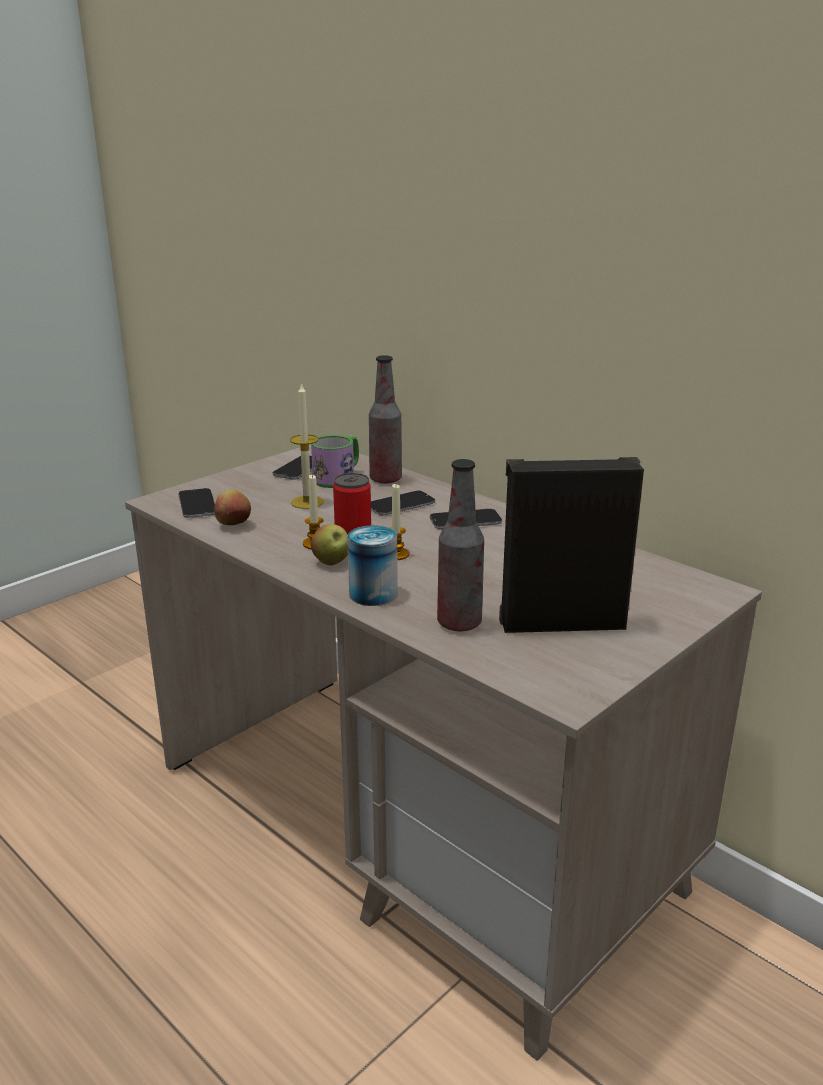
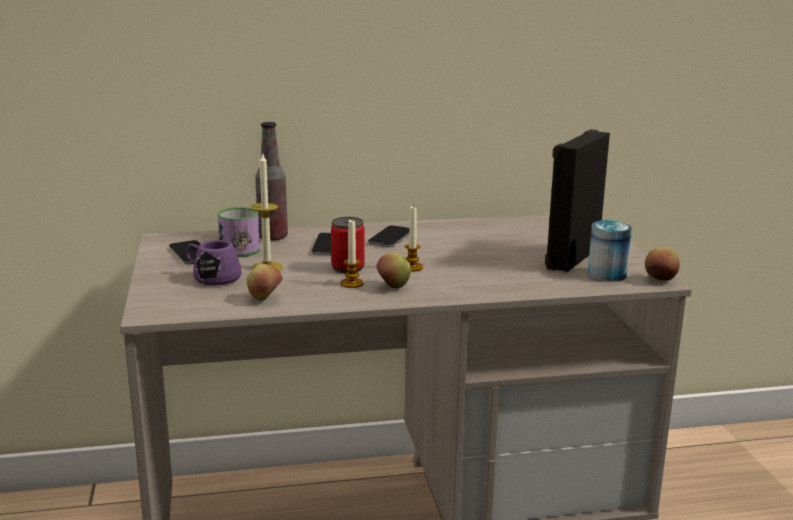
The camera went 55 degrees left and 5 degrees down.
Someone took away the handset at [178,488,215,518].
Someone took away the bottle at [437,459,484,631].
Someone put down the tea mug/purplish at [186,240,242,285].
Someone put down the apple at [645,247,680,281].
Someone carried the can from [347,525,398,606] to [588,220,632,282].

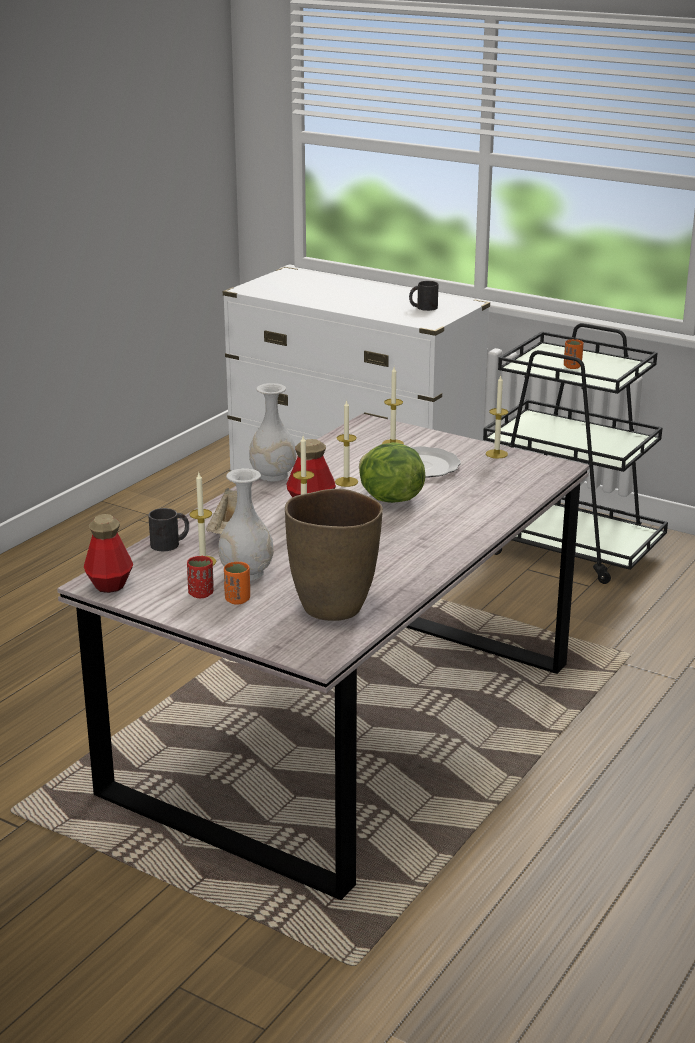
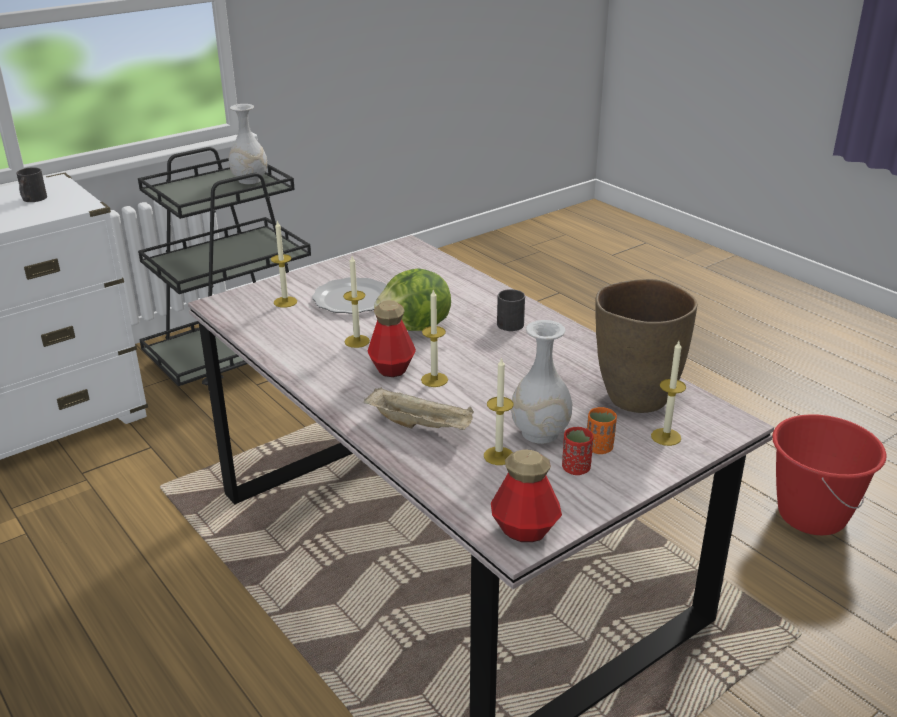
The camera went 70 degrees left and 5 degrees up.
Someone took away the cup/orange at [564,339,583,369].
Someone put down the water bucket/reddish at [772,414,887,535].
Someone carried the tea mug/black-coloured from [148,508,189,551] to [497,289,525,331].
Someone carried the vase/whitish from [249,383,297,482] to [229,104,268,184].
Someone carried the candle from [486,376,508,459] to [651,341,686,446].

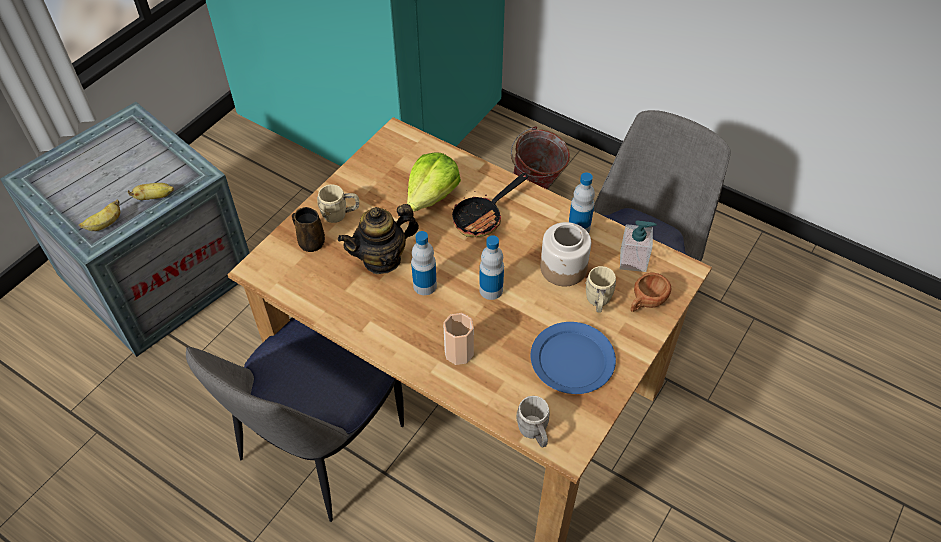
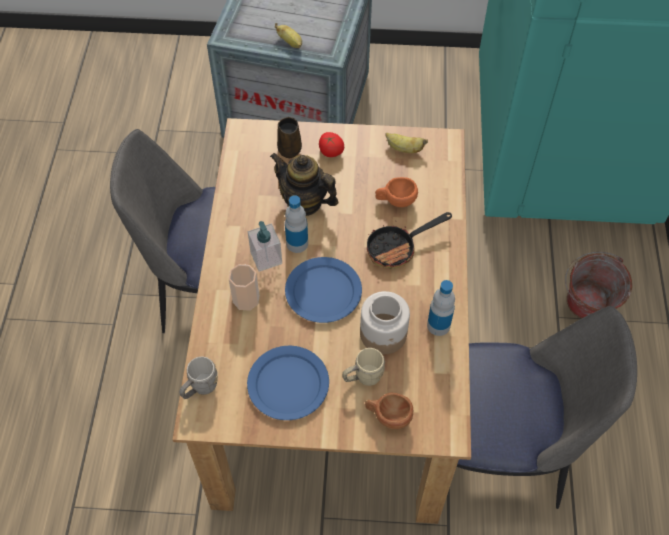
The camera went 60 degrees right and 5 degrees up.
Someone carried the banana from [79,199,120,231] to [385,132,428,153].
Someone carried the soap dispenser from [620,220,657,272] to [248,221,282,272].
Someone swapped the tea mug/beige-coloured at [317,184,359,223] for the whole tomato at [319,132,344,157].
Someone swapped the lettuce at [407,152,461,212] for the cup/orange at [375,177,418,207].
Someone swapped the bottle at [479,235,504,300] for the plate/blue at [285,257,362,323].
Someone rotated the pan at [452,173,528,237] by 45 degrees counterclockwise.

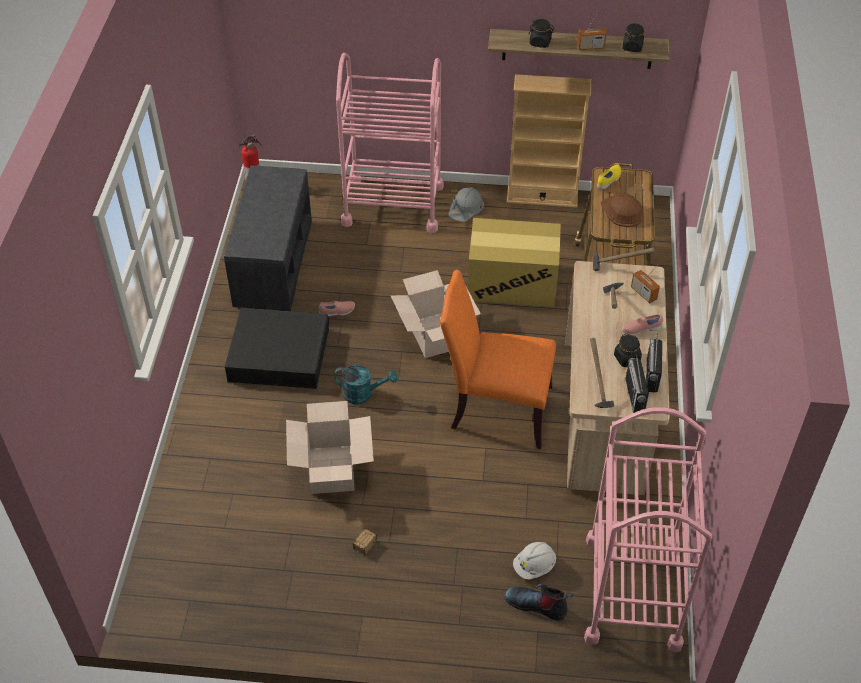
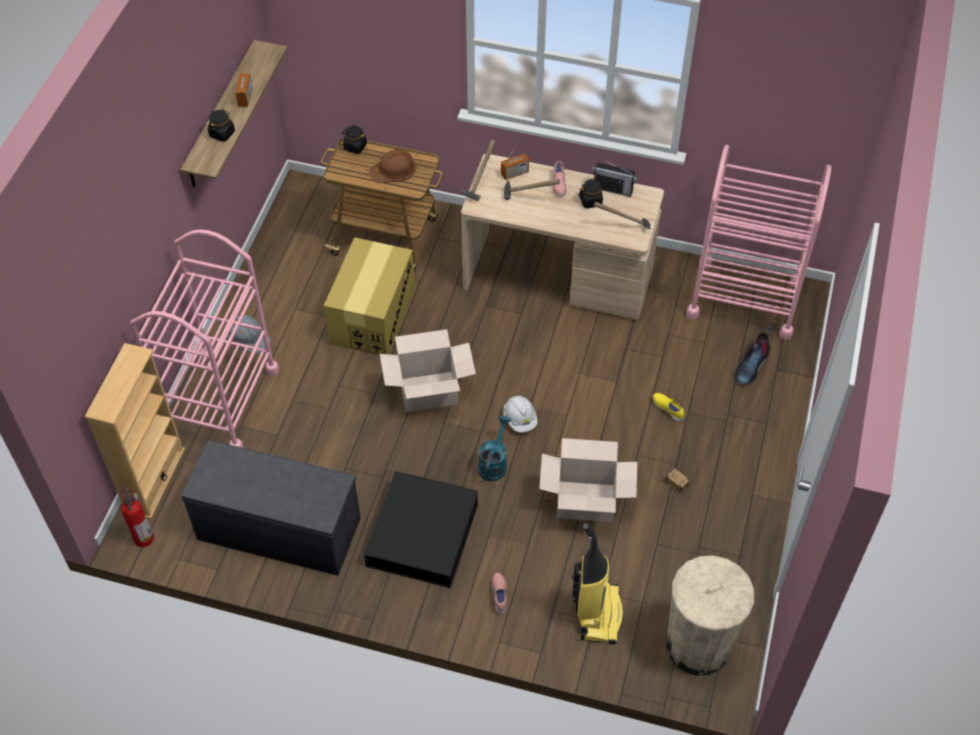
The camera went 80 degrees left and 5 degrees up.
Someone took away the upright chair/orange at [440,270,556,449].
Someone took away the radio receiver at [625,354,649,413].
Someone put down the vacuum cleaner at [572,523,624,644].
Someone put down the rubbish bin/beige-coloured at [666,555,754,676].
Someone carried the item of footwear/pinkish from [318,301,355,316] to [492,573,507,614].
Someone carried the shelving unit/beige-coloured from [507,74,591,208] to [84,343,185,519].
Someone carried the work helmet/whitish from [513,542,556,580] to [503,395,538,433].
Someone carried the item of footwear/yellowish from [597,164,621,190] to [653,393,684,421].
Someone carried the storage jar/black-coloured from [622,23,644,52] to [342,125,367,154].

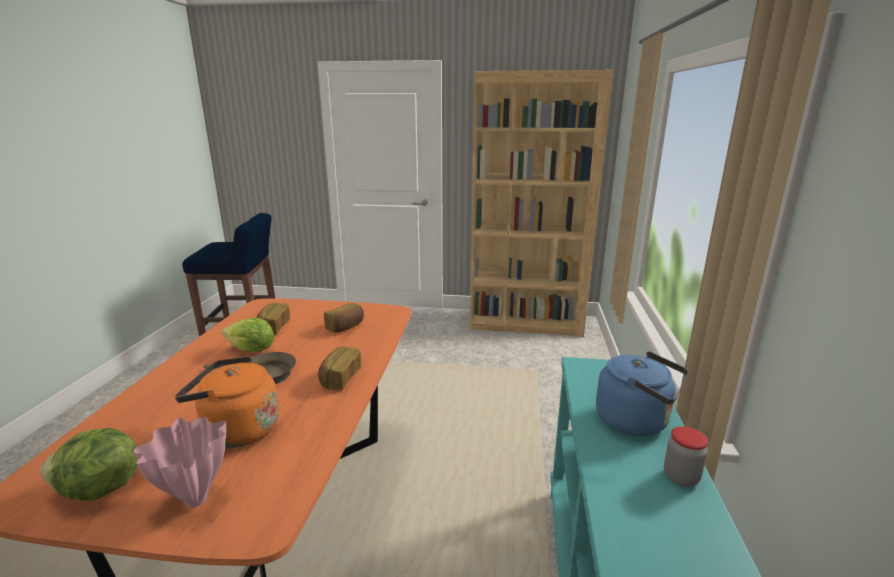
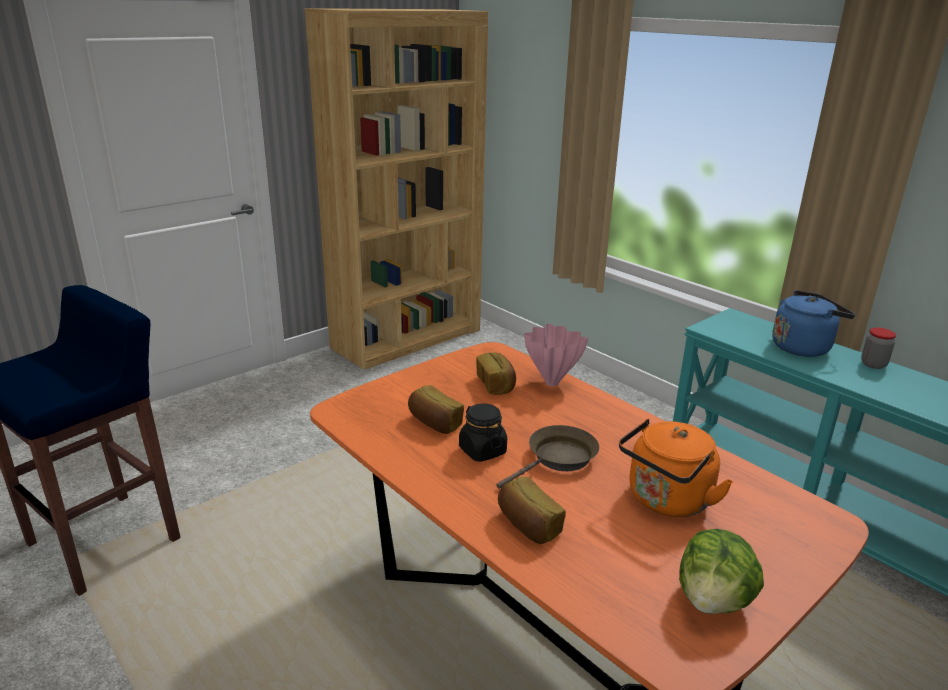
The camera went 50 degrees left and 5 degrees up.
Someone carried the vase/pinkish from [133,417,226,507] to [524,324,588,387].
Someone carried the bakery bread from [318,347,362,390] to [498,477,566,544].
Someone swapped the lettuce at [222,318,274,352] for the storage jar/black-coloured at [459,404,507,462].

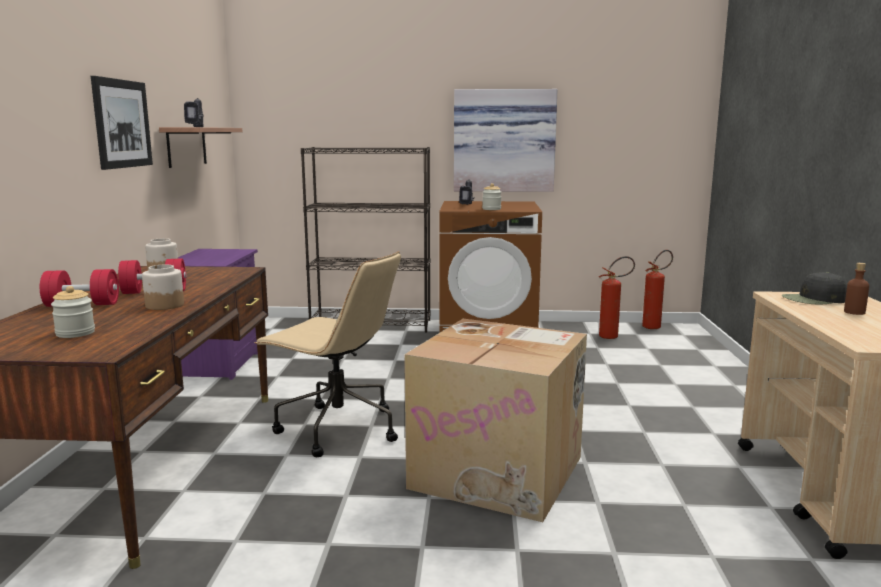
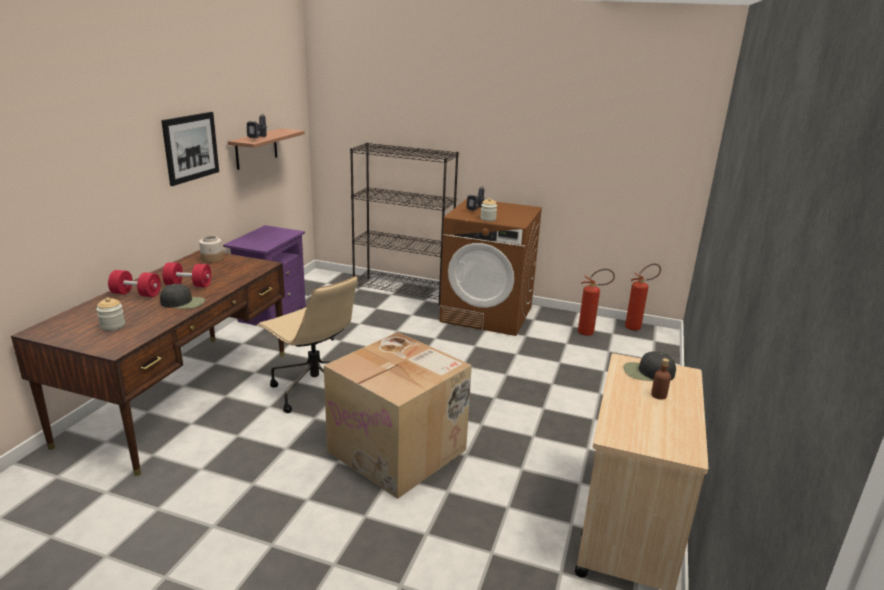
The camera went 15 degrees right and 10 degrees up.
Someone took away the wall picture at [454,89,558,192].
Someone swapped the storage jar at [142,265,184,310] for the baseball cap/black-coloured at [160,284,205,309].

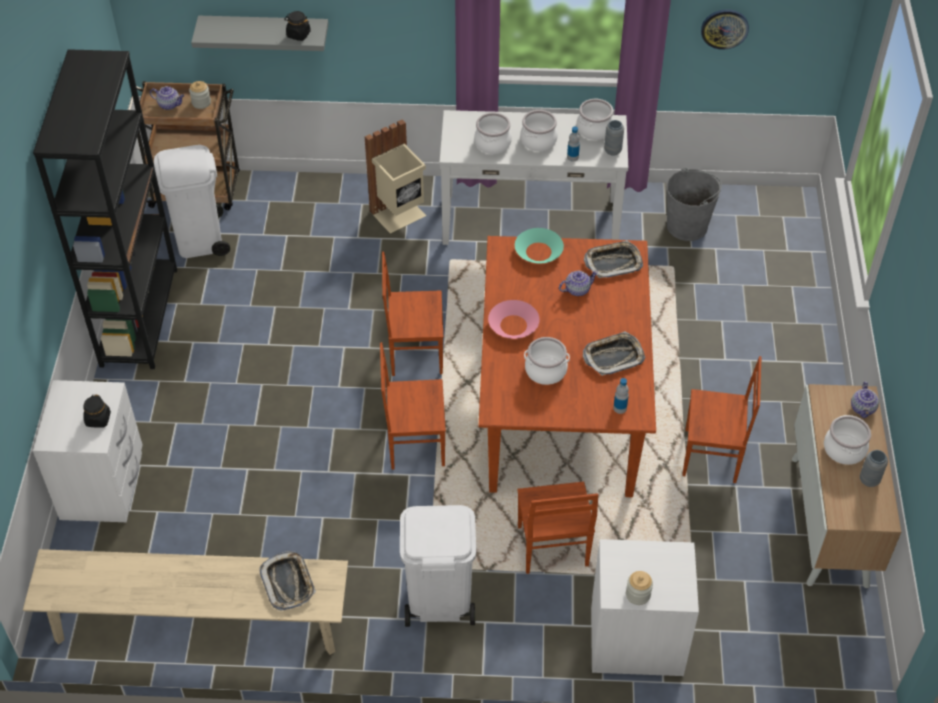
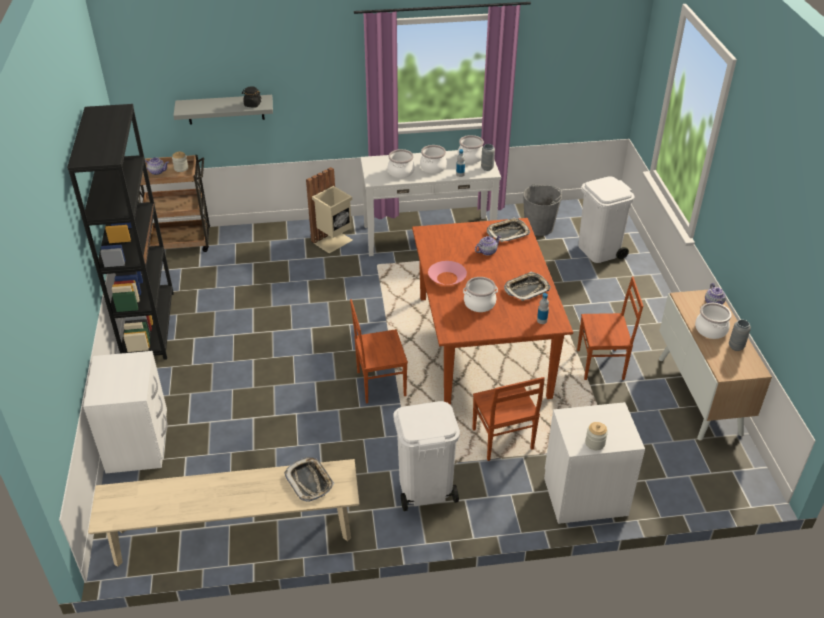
The camera went 10 degrees left and 10 degrees down.
Someone took away the storage jar/black-coloured at [83,395,111,428].
Someone took away the upright chair/brown at [382,252,443,376].
Someone took away the deep dish/turquoise-coloured at [515,228,564,263].
Someone took away the wall clock at [701,9,749,50].
Someone carried the rubbish bin/whitish from [154,145,230,258] to [578,176,635,263].

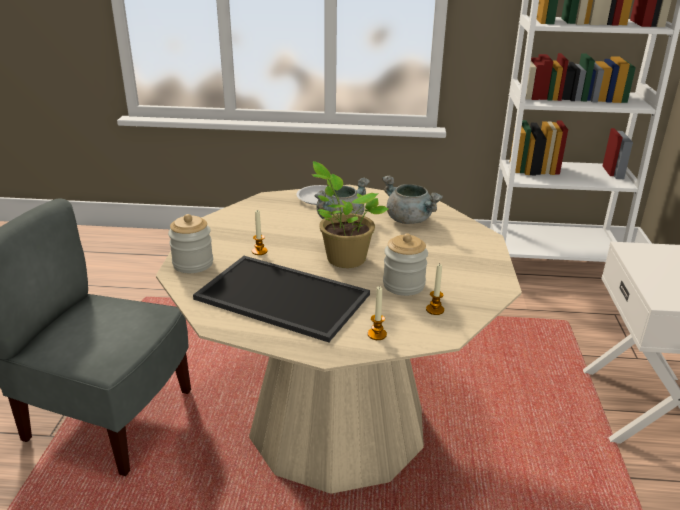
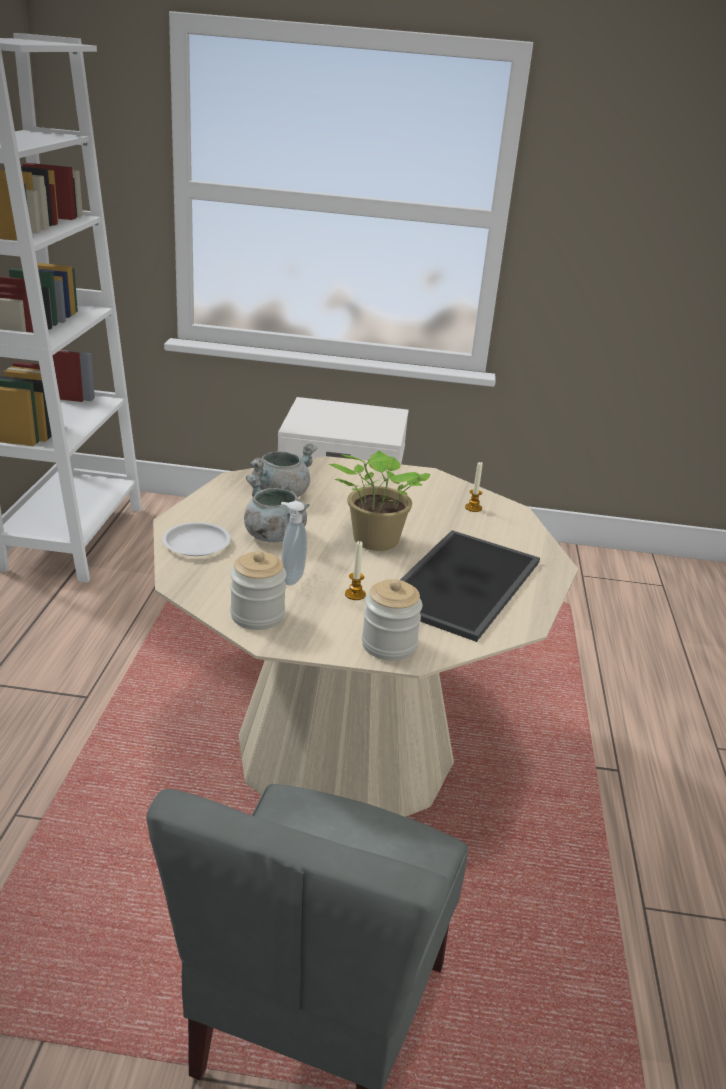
The camera went 90 degrees left and 0 degrees up.
Someone took away the candle at [368,286,387,340].
Someone put down the soap dispenser at [281,501,307,586].
Someone carried the storage jar from [383,234,428,296] to [230,551,287,630].

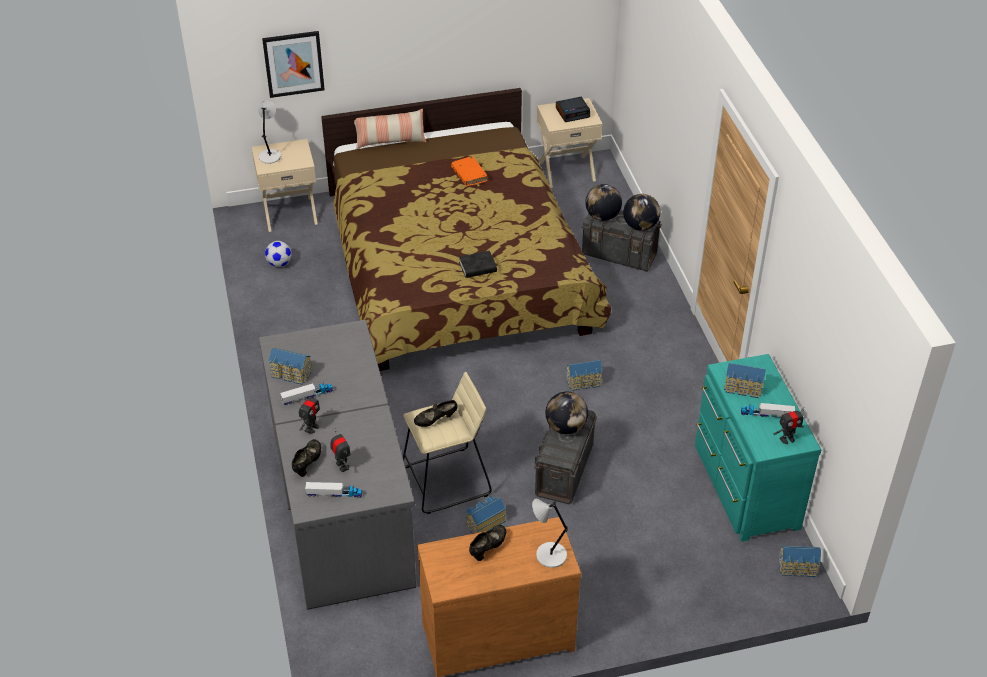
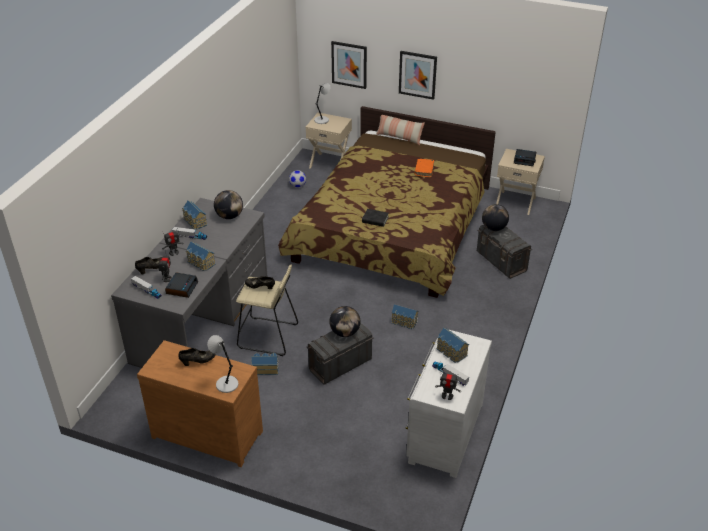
The camera went 35 degrees right and 5 degrees down.
Someone put down the alarm clock at [165,273,198,298].
Someone put up the wall picture at [399,51,437,100].
Someone carried the world globe from [623,194,660,231] to [214,190,243,219].
Someone carried the miniature house from [778,545,821,577] to [186,242,216,271].
Someone repainted the dresser/turquoise-coloured at [695,354,821,542], which became the dresser/whitish at [406,330,492,478].

